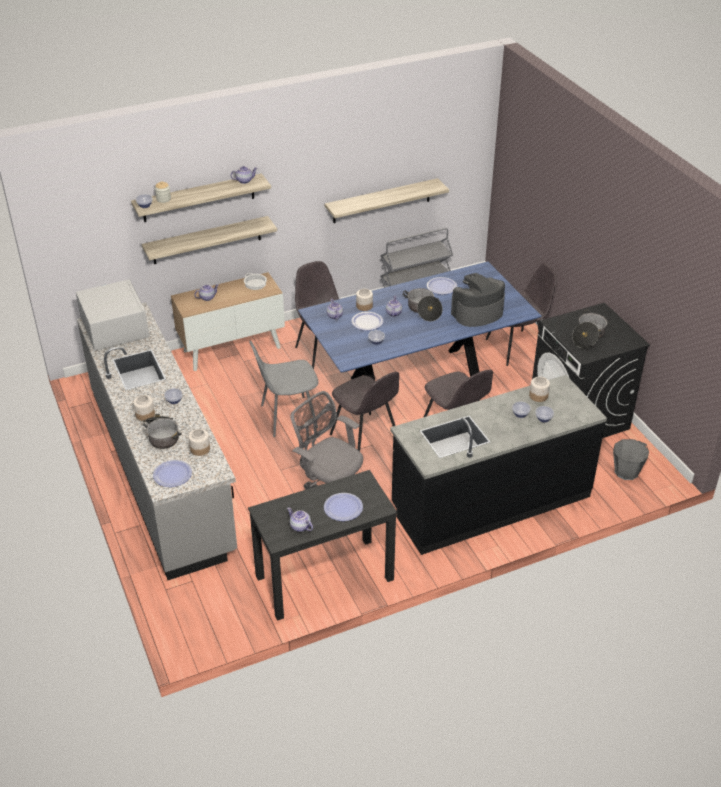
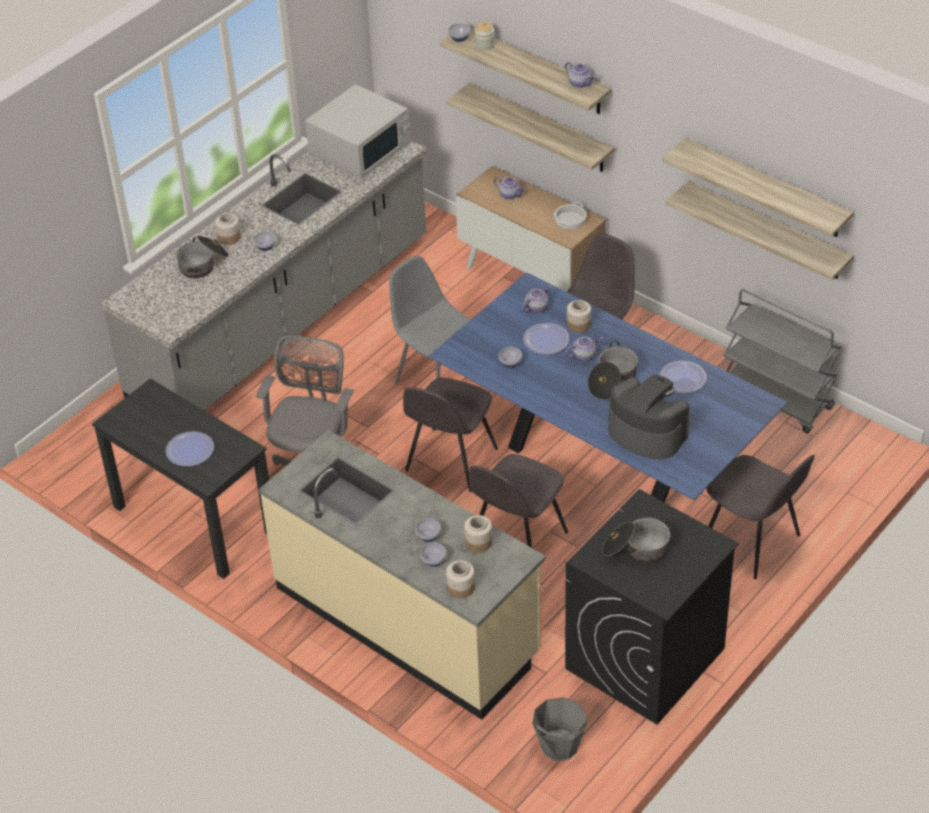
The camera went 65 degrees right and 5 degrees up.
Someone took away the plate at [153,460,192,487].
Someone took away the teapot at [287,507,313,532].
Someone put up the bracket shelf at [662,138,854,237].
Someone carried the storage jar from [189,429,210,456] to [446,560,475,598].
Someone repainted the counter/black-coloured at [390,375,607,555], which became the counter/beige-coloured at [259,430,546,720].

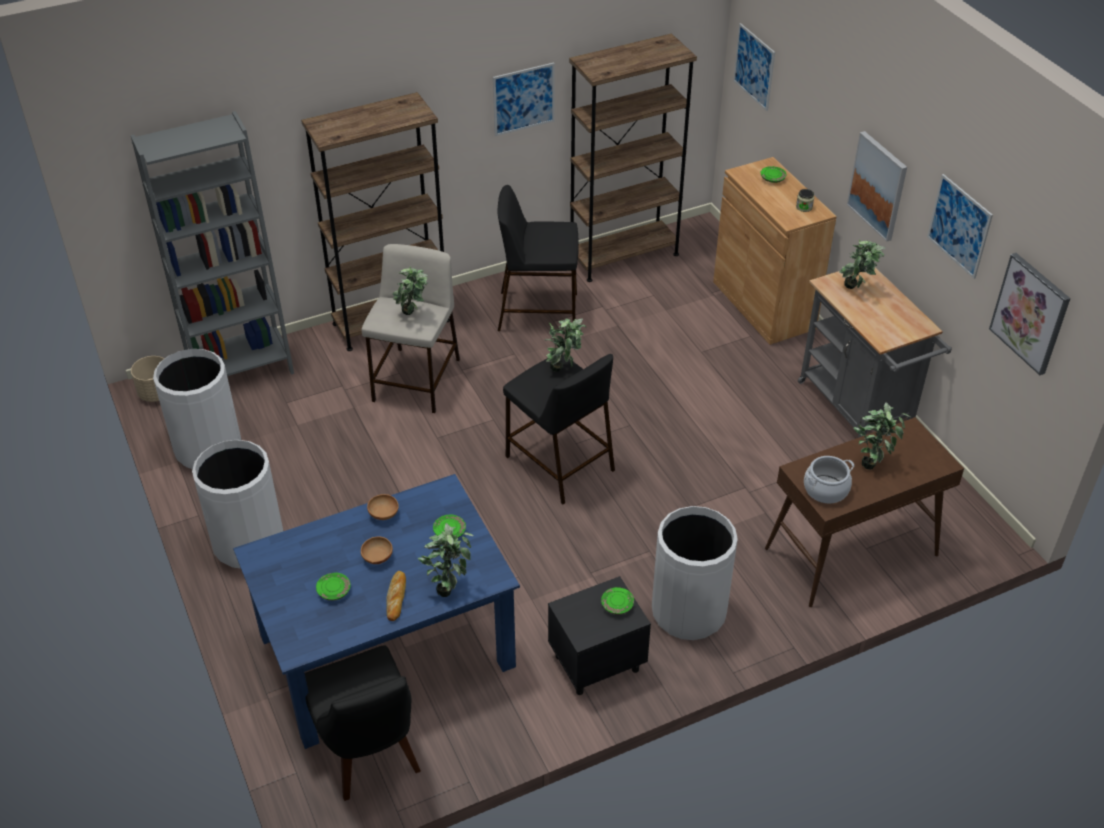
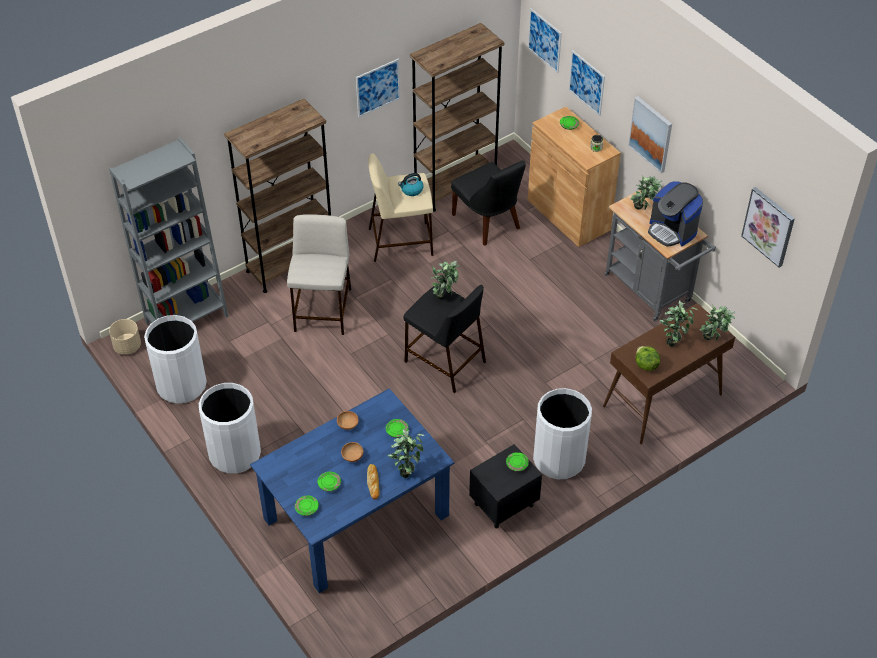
The camera went 10 degrees left and 5 degrees up.
Someone put down the plate/green-coloured at [295,496,319,516].
Someone put down the kettle at [398,173,424,196].
Someone put down the coffee brewer at [648,181,703,247].
Someone carried the upright chair/black-coloured from [305,645,421,801] to [451,160,526,246].
Someone carried the potted plant from [392,267,428,315] to [700,306,735,342].
Someone carried the wall picture from [927,174,993,279] to [568,50,605,116].
Someone swapped the saucepot at [804,456,854,504] for the lettuce at [636,346,660,371].
Someone repainted the stool/black-coloured at [498,185,579,331], which became the stool/beige-coloured at [368,153,433,262].

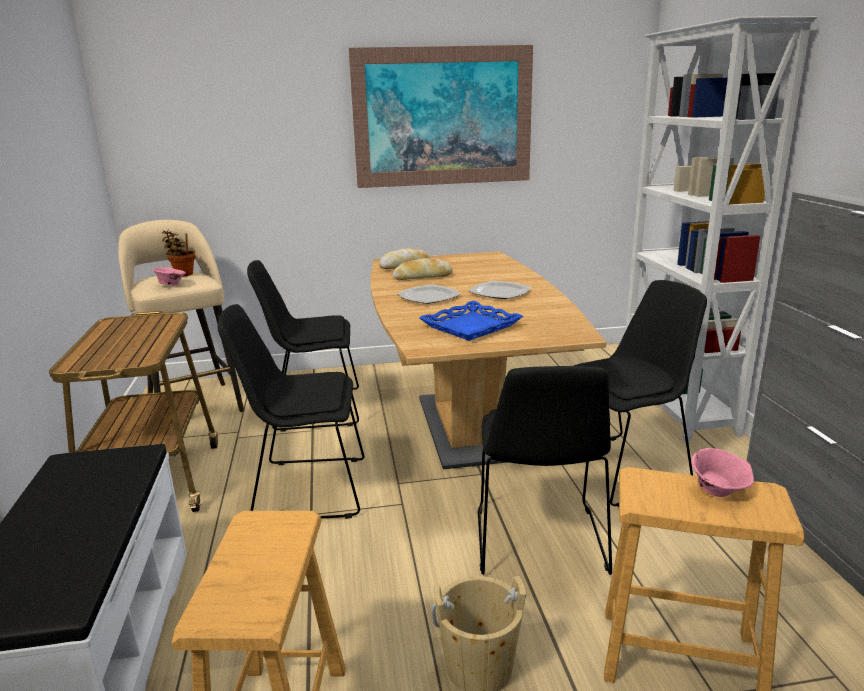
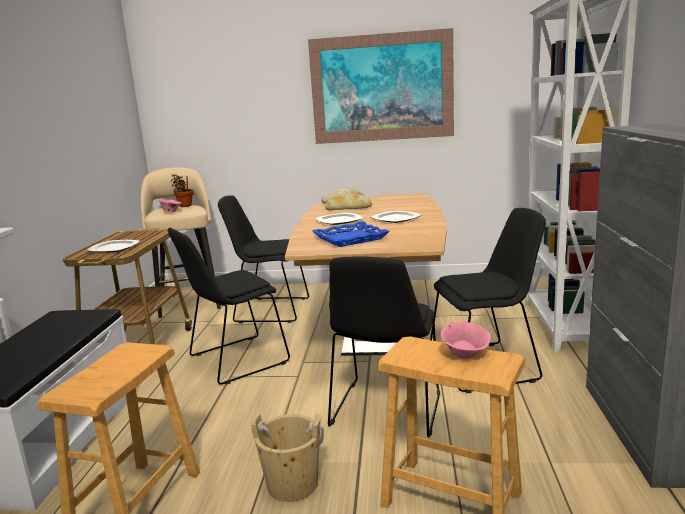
The camera went 15 degrees right and 5 degrees down.
Someone put down the plate at [86,240,140,253].
Someone rotated the upright chair/black-coloured at [217,304,364,519] by 45 degrees counterclockwise.

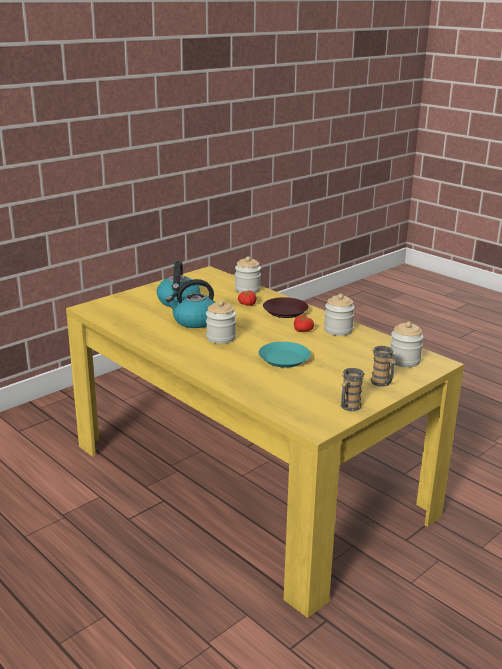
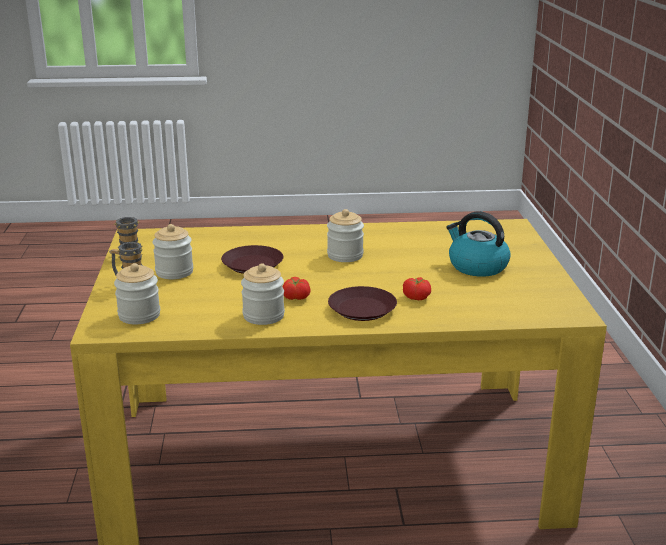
The camera went 130 degrees right and 0 degrees up.
Someone took away the kettle at [166,279,216,328].
Someone carried the storage jar from [235,256,261,293] to [153,224,193,279].
Someone repainted the plate/turquoise-coloured at [258,342,311,368], which became the plate/brown at [221,245,283,274].

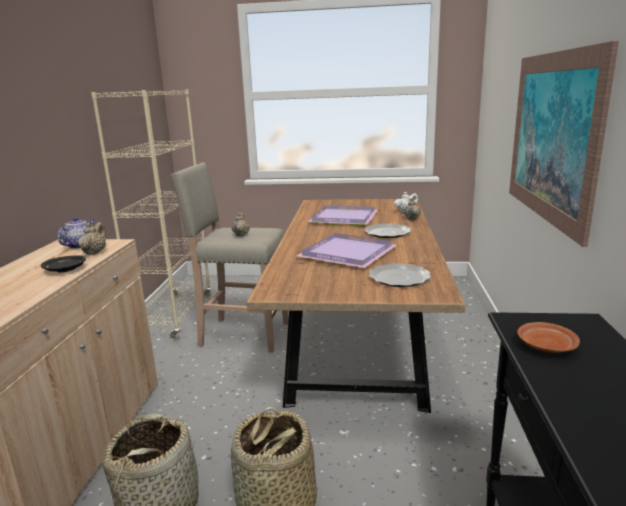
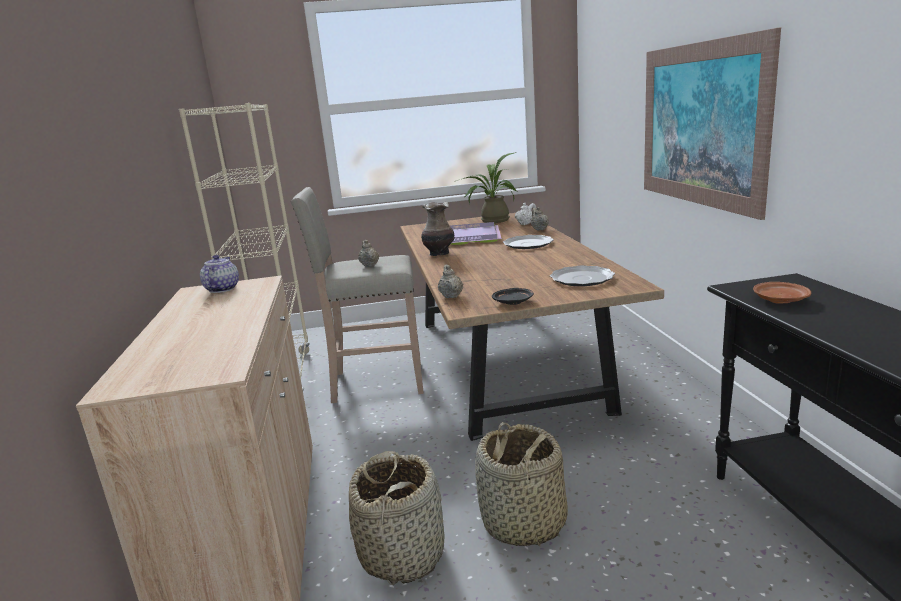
The camera went 15 degrees left and 0 degrees up.
Someone took away the tray/purplish at [297,233,397,268].
Someone put down the vase at [421,202,454,256].
Someone put down the potted plant at [456,153,517,223].
Someone carried the plate/black-coloured from [41,255,86,273] to [492,288,534,305].
Someone carried the teapot/beige-coloured from [78,222,106,255] to [438,265,463,298].

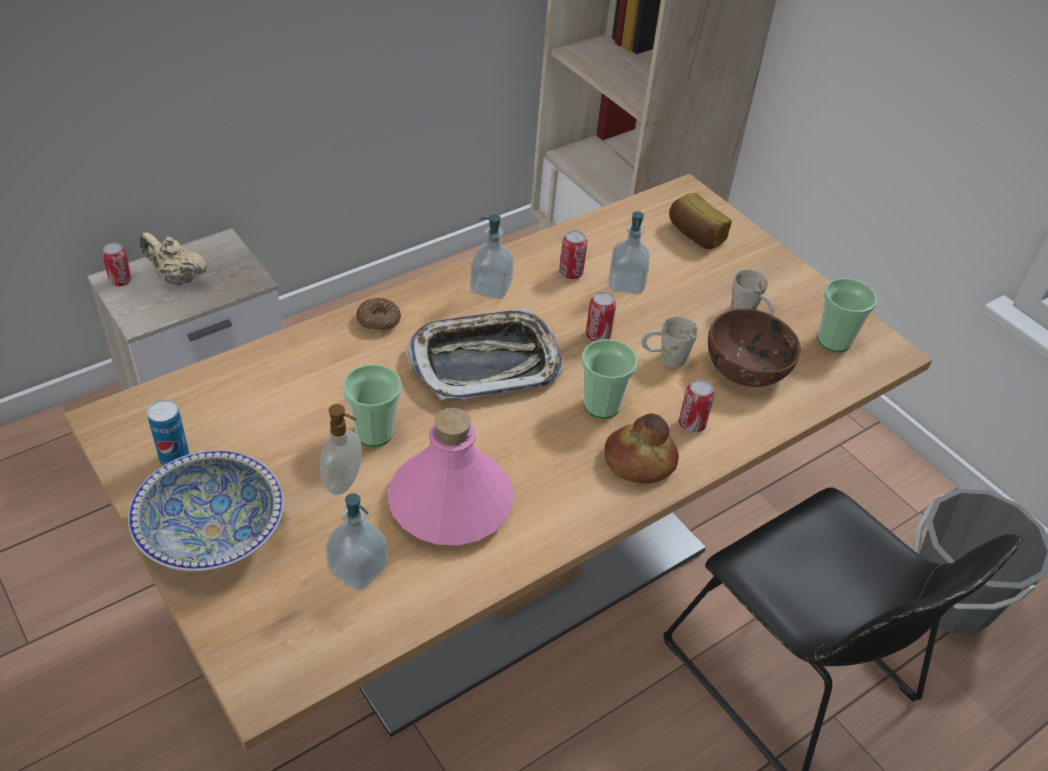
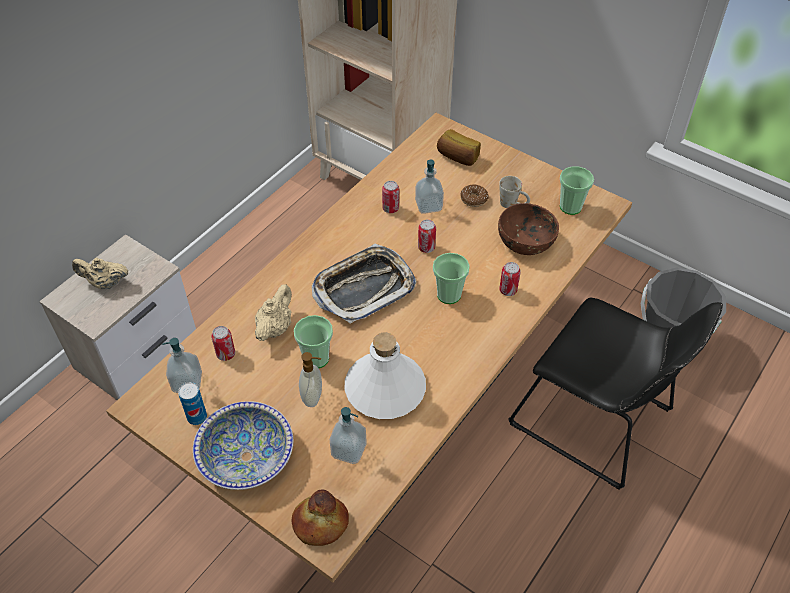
The camera went 15 degrees left and 5 degrees up.
Someone took away the tea mug/whitish at [641,316,698,368].
Someone put down the teapot/beige-coloured at [255,284,292,341].
Someone carried the can from [102,242,132,286] to [211,326,235,361].
Someone carried the ring doughnut from [356,298,401,333] to [461,185,489,207].
Someone carried the soap dispenser from [470,214,514,299] to [162,338,202,393].
Someone carried the bakery bread from [604,413,679,484] to [292,489,349,546].
Someone repainted the bottle/pinkish at [388,408,513,545], which became the bottle/whitish at [345,333,426,419].

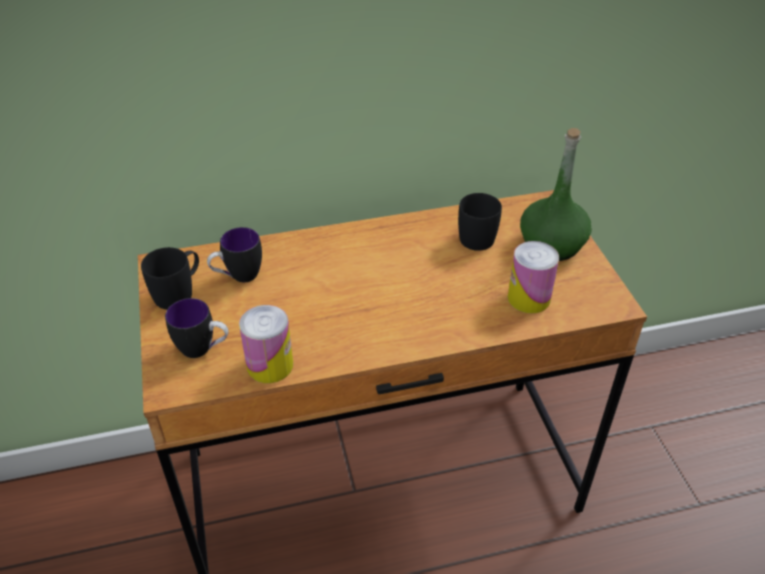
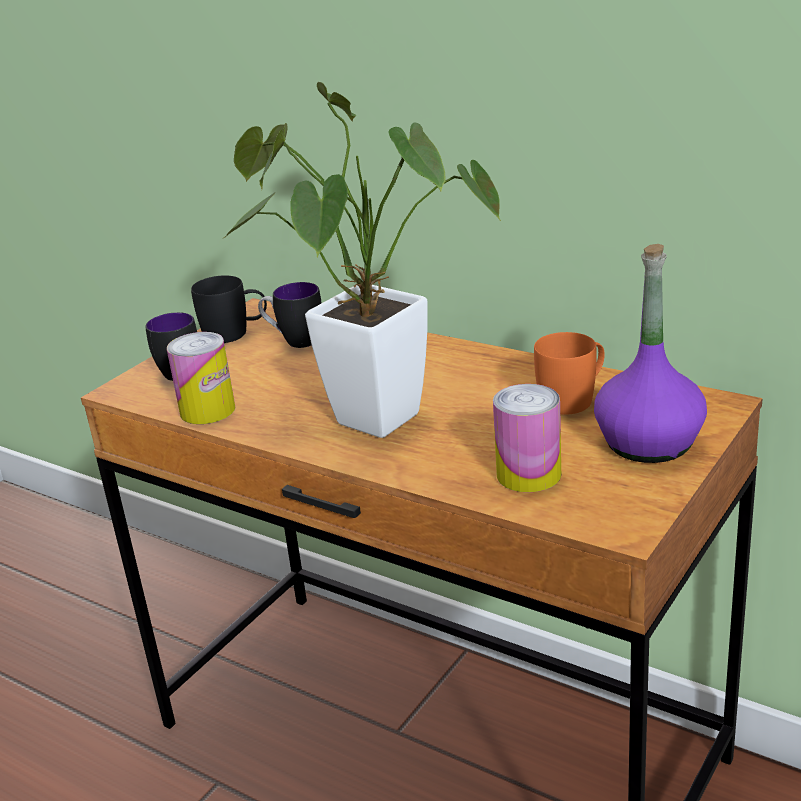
The camera went 50 degrees right and 15 degrees down.
Someone put down the potted plant at [222,82,501,438].
Someone repainted the tea mug/black-coloured at [458,193,502,251], which became the tea mug/orange at [534,332,605,415].
Someone repainted the bottle/green-coloured at [520,128,592,261], which became the bottle/purplish at [594,244,707,463].

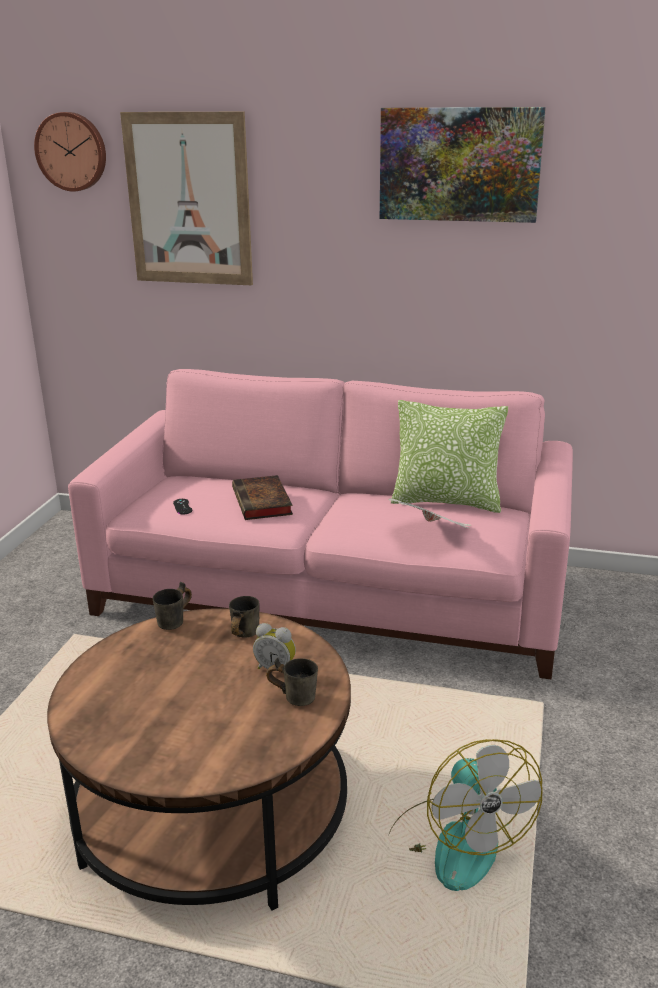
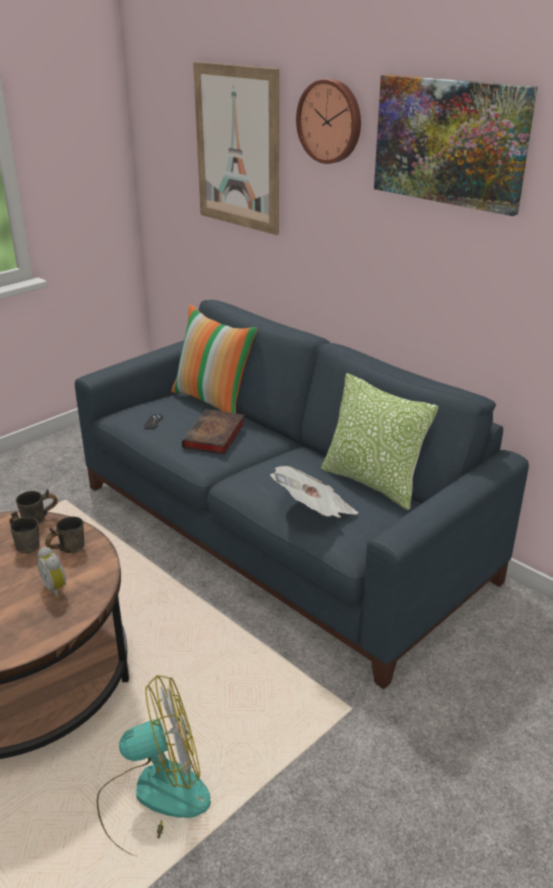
The camera went 30 degrees right and 5 degrees up.
Someone put down the cushion at [171,305,257,413].
Someone carried the wall clock from [34,112,106,191] to [296,79,361,164].
Someone carried the tea mug/greyish from [266,657,318,706] to [10,512,40,554].
Someone repainted the settee/pinkish at [68,369,573,679], which became the settee/blue at [75,300,529,689].
Someone rotated the electric fan at [389,739,543,891] by 120 degrees counterclockwise.

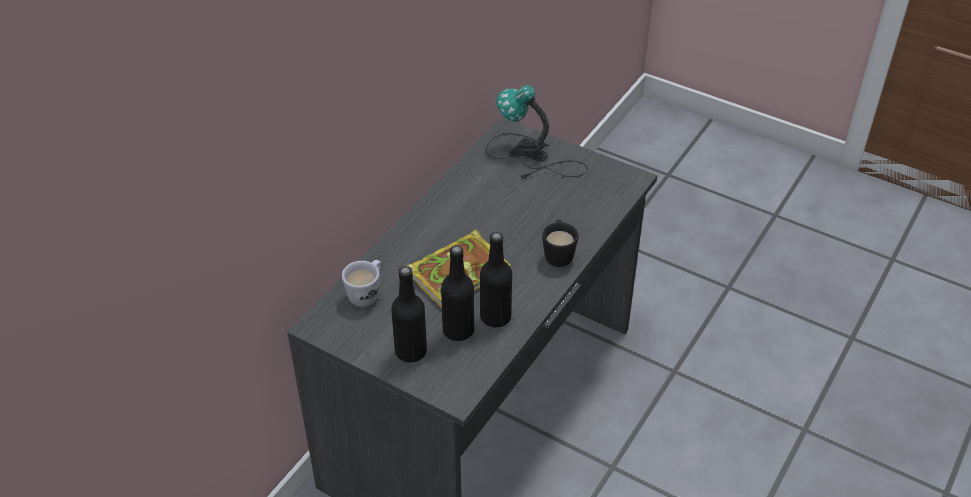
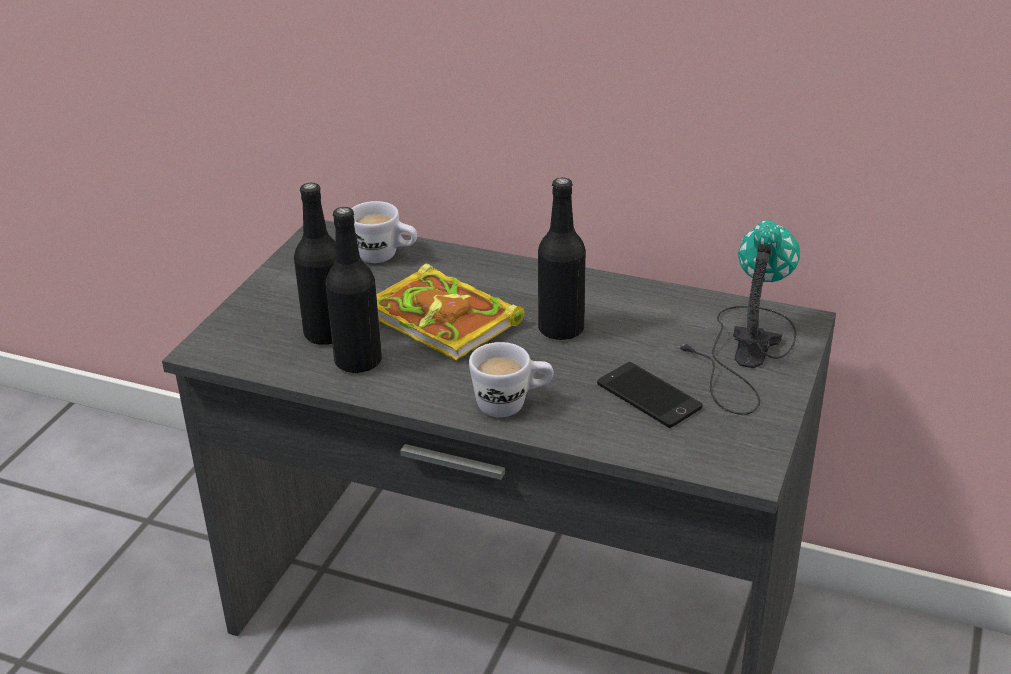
The camera went 80 degrees right and 10 degrees down.
Someone put down the handset at [597,362,703,428].
Someone carried the bottle/black-coloured from [391,266,427,362] to [538,177,586,341].
Someone repainted the tea mug/black-coloured at [542,220,579,267], which became the tea mug/whitish at [469,342,554,417].

